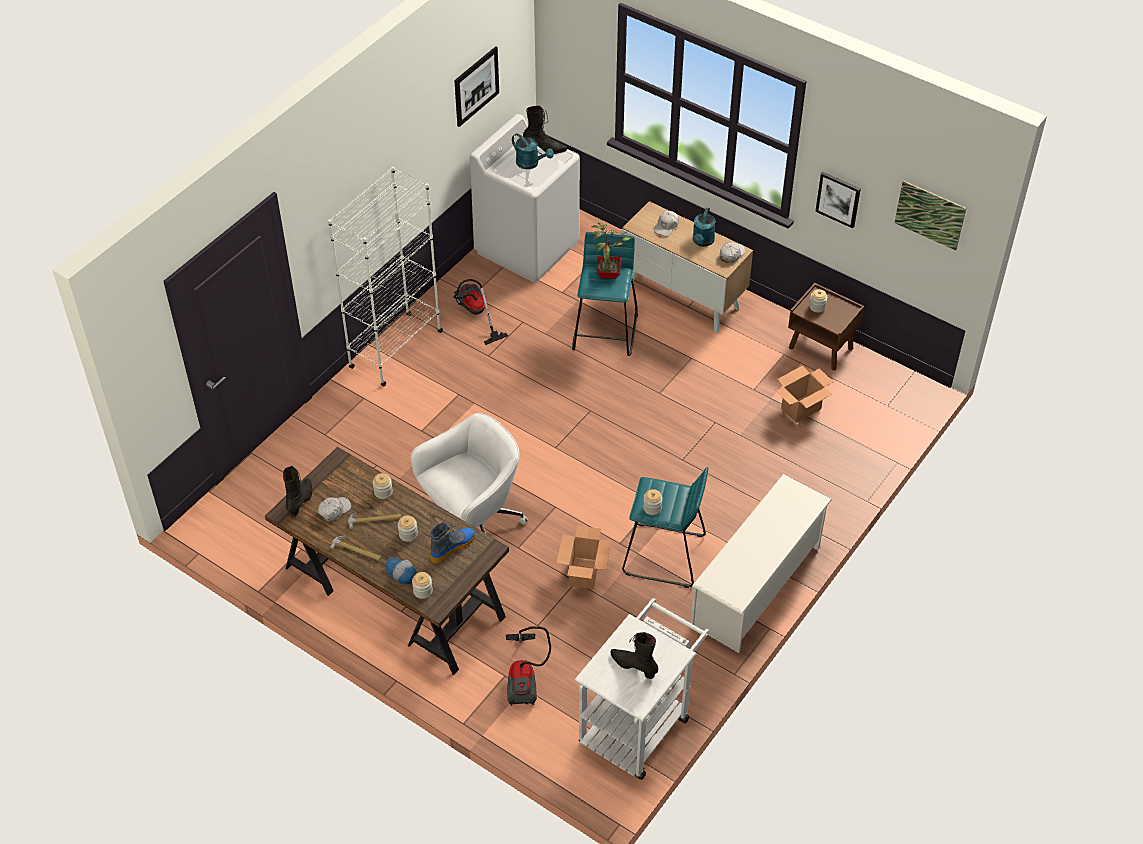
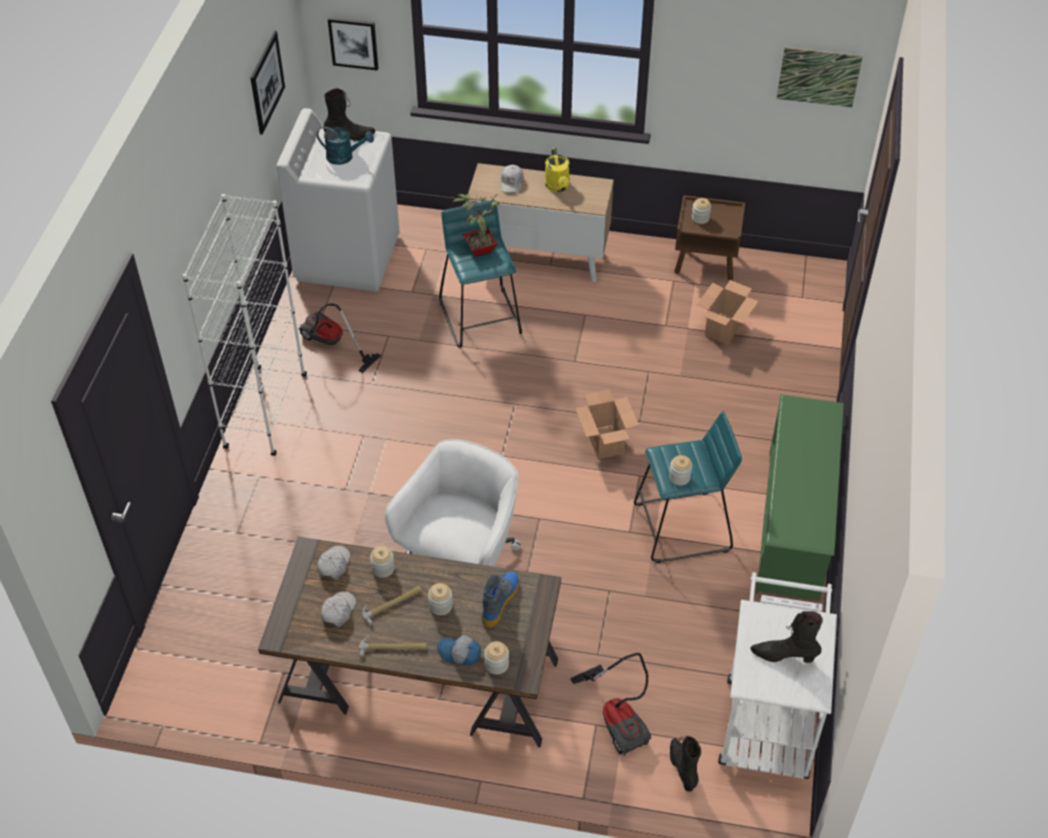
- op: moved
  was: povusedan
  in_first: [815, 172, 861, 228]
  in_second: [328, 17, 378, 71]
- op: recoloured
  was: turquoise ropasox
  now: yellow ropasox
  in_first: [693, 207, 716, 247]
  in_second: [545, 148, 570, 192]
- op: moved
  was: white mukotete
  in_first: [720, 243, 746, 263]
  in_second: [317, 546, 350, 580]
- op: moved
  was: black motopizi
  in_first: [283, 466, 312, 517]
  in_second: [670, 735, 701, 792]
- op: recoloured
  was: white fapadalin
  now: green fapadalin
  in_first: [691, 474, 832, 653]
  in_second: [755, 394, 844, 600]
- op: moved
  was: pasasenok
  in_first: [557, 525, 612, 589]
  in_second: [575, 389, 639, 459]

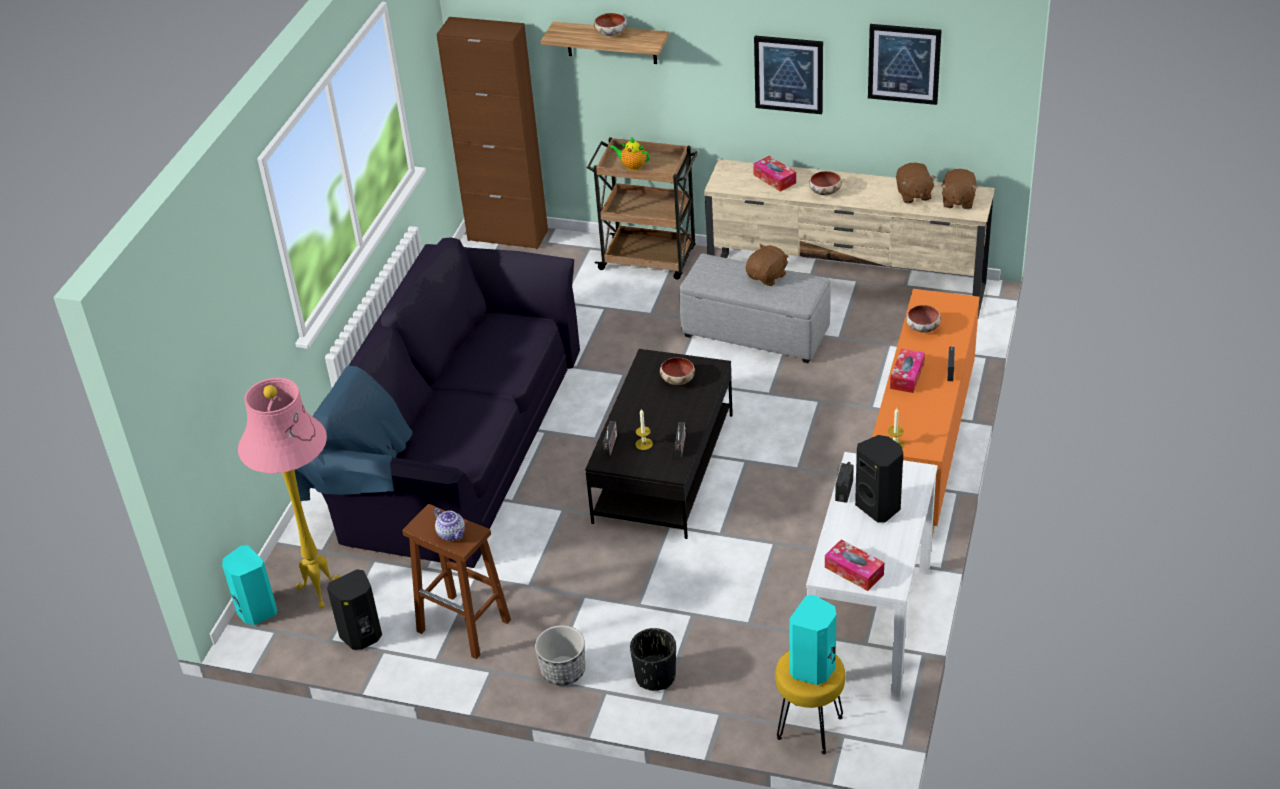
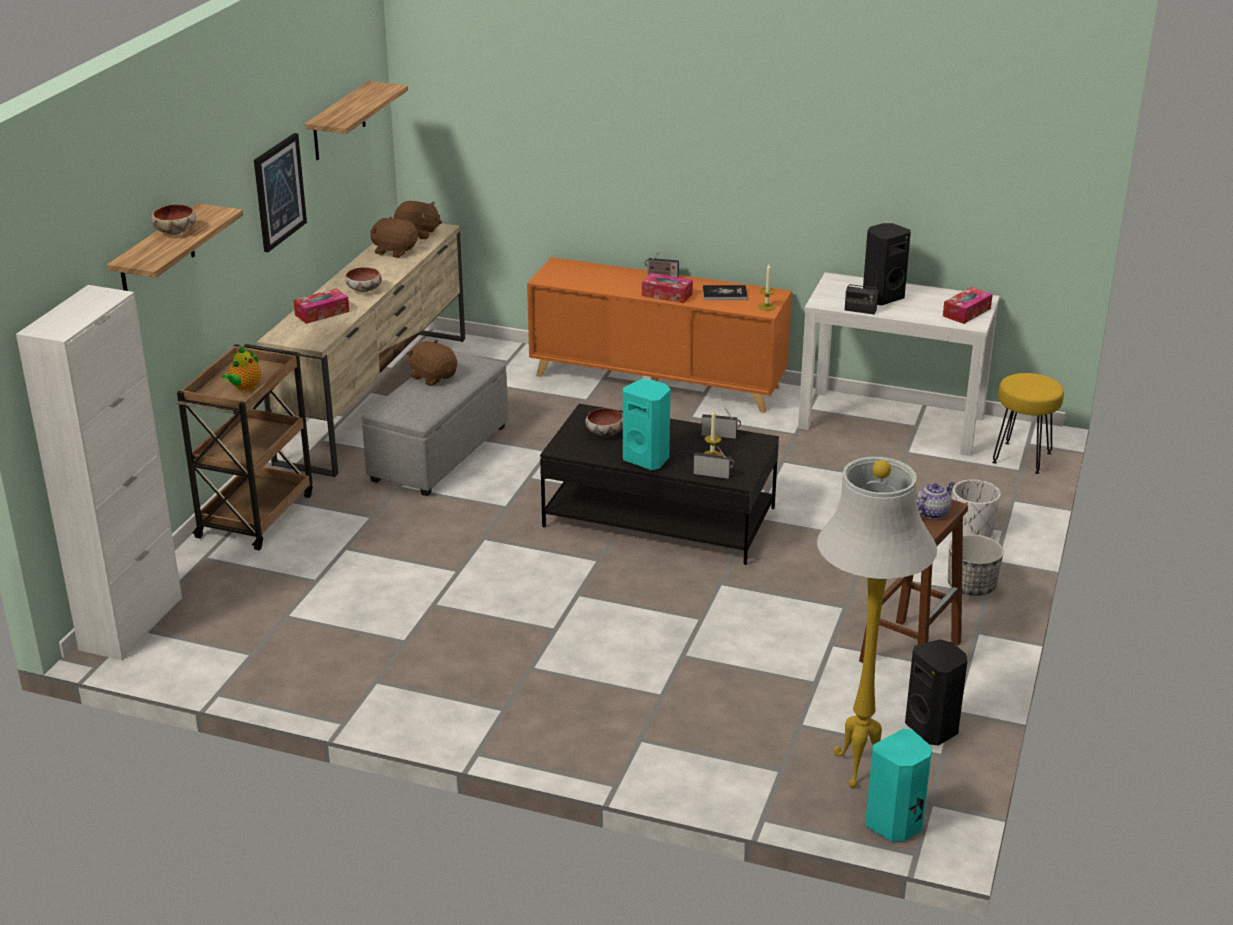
- op: recoloured
  was: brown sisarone
  now: white sisarone
  in_first: [436, 17, 548, 249]
  in_second: [16, 285, 182, 660]
- op: replaced
  was: povusedan
  now: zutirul
  in_first: [868, 24, 942, 105]
  in_second: [305, 81, 408, 160]
- op: turned
  was: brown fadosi
  in_first: [896, 163, 936, 203]
  in_second: [370, 216, 418, 258]
  clockwise: -150
- op: removed
  was: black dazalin
  in_first: [295, 237, 580, 568]
- op: removed
  was: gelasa
  in_first: [906, 305, 941, 333]
- op: recoloured
  was: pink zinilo
  now: white zinilo
  in_first: [238, 378, 340, 609]
  in_second: [817, 457, 937, 788]
- op: moved
  was: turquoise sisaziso
  in_first: [789, 595, 836, 685]
  in_second: [623, 379, 671, 470]
- op: recoloured
  was: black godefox
  now: white godefox
  in_first: [630, 628, 676, 691]
  in_second: [952, 479, 1001, 538]
- op: added
  now: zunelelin
  in_second: [703, 285, 748, 300]

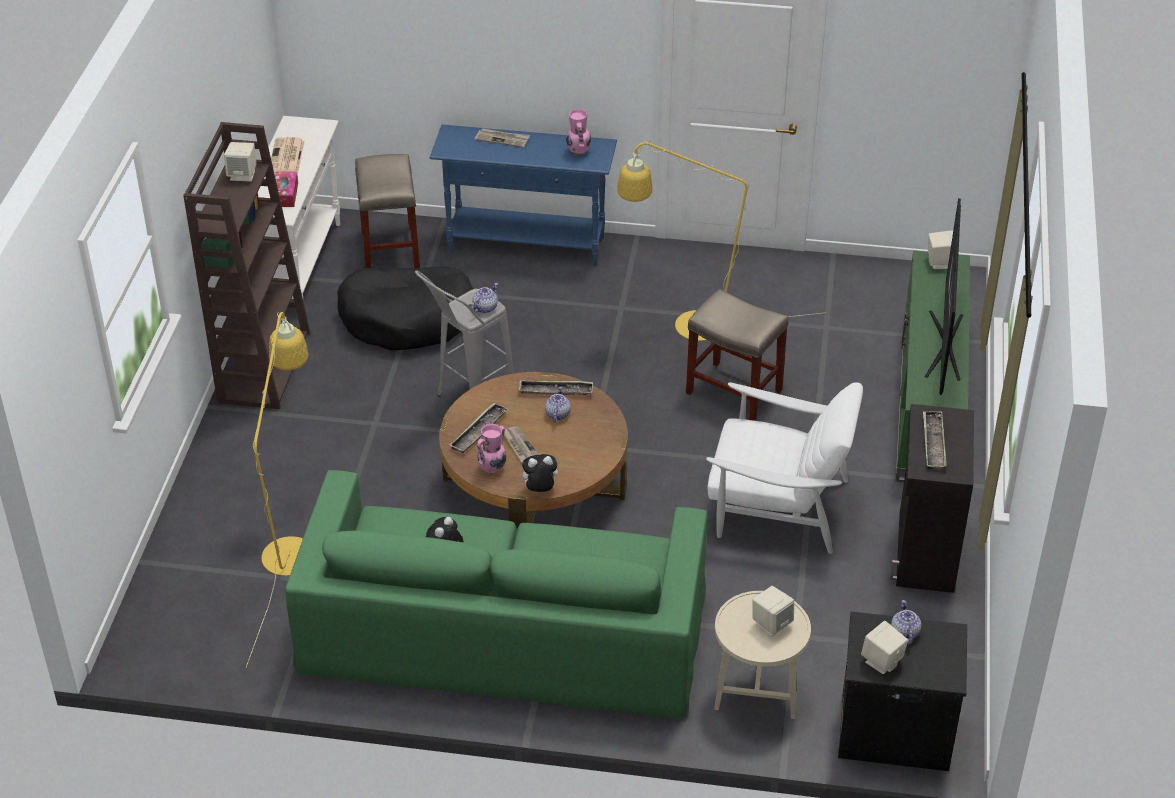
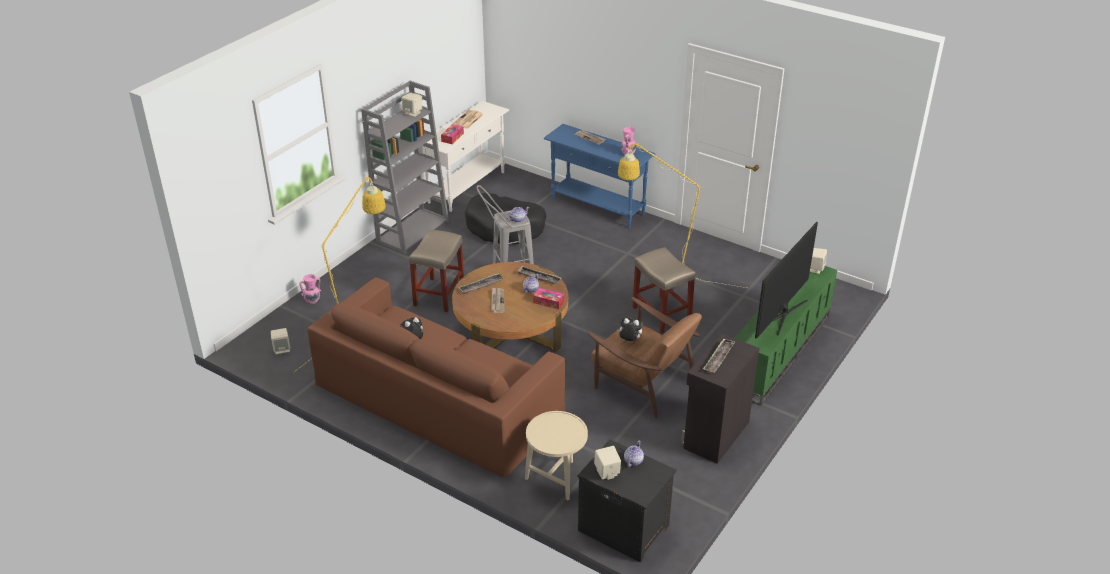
- op: recoloured
  was: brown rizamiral
  now: grey rizamiral
  in_first: [183, 122, 310, 409]
  in_second: [361, 81, 449, 253]
- op: moved
  was: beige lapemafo
  in_first: [355, 154, 420, 268]
  in_second: [409, 230, 464, 312]
- op: recoloured
  was: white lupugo
  now: brown lupugo
  in_first: [706, 382, 863, 554]
  in_second: [588, 297, 702, 418]
- op: moved
  was: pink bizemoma
  in_first: [477, 423, 506, 474]
  in_second: [299, 274, 321, 304]
- op: moved
  was: fadosi
  in_first: [518, 454, 558, 492]
  in_second: [617, 318, 643, 342]
- op: recoloured
  was: green dazalin
  now: brown dazalin
  in_first: [285, 470, 708, 719]
  in_second: [307, 277, 566, 478]
- op: moved
  was: beige sisaziso
  in_first: [753, 586, 794, 637]
  in_second: [271, 328, 291, 354]
- op: added
  now: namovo
  in_second: [533, 288, 564, 310]

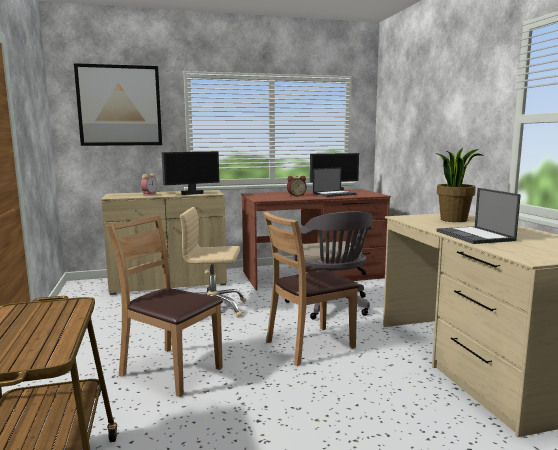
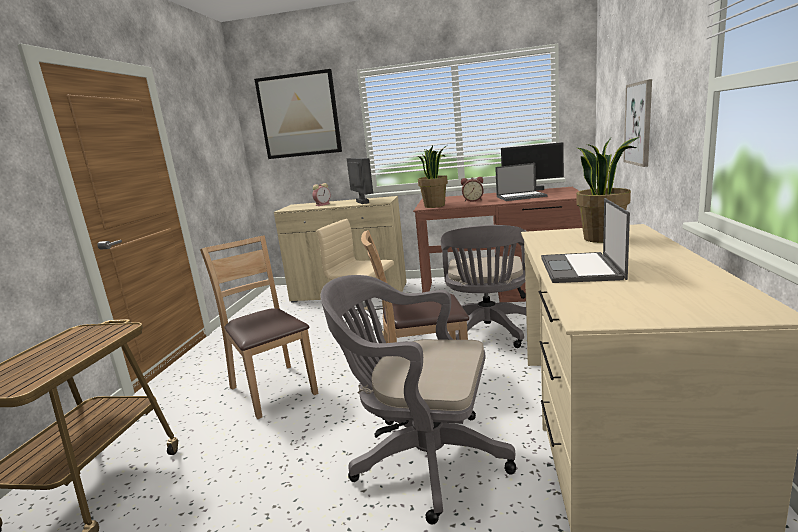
- op: turned
  was: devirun
  in_first: [162, 151, 219, 195]
  in_second: [347, 158, 373, 204]
  clockwise: -105
- op: added
  now: povusedan
  in_second: [623, 79, 652, 167]
- op: added
  now: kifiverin
  in_second: [418, 146, 448, 208]
- op: added
  now: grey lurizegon
  in_second: [320, 275, 516, 525]

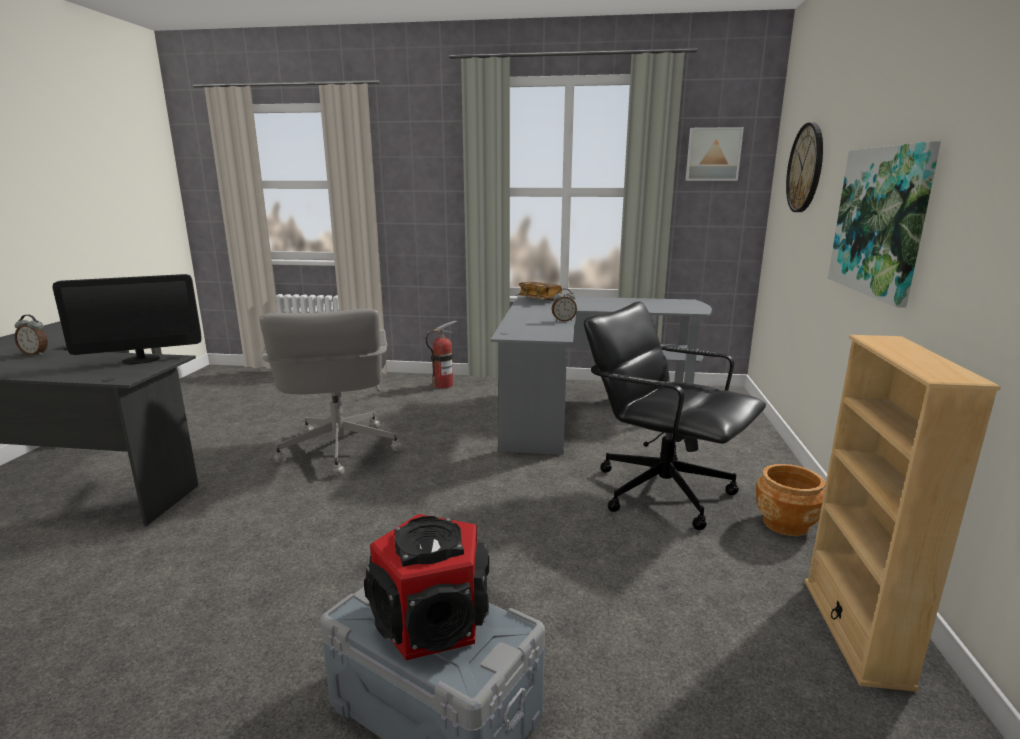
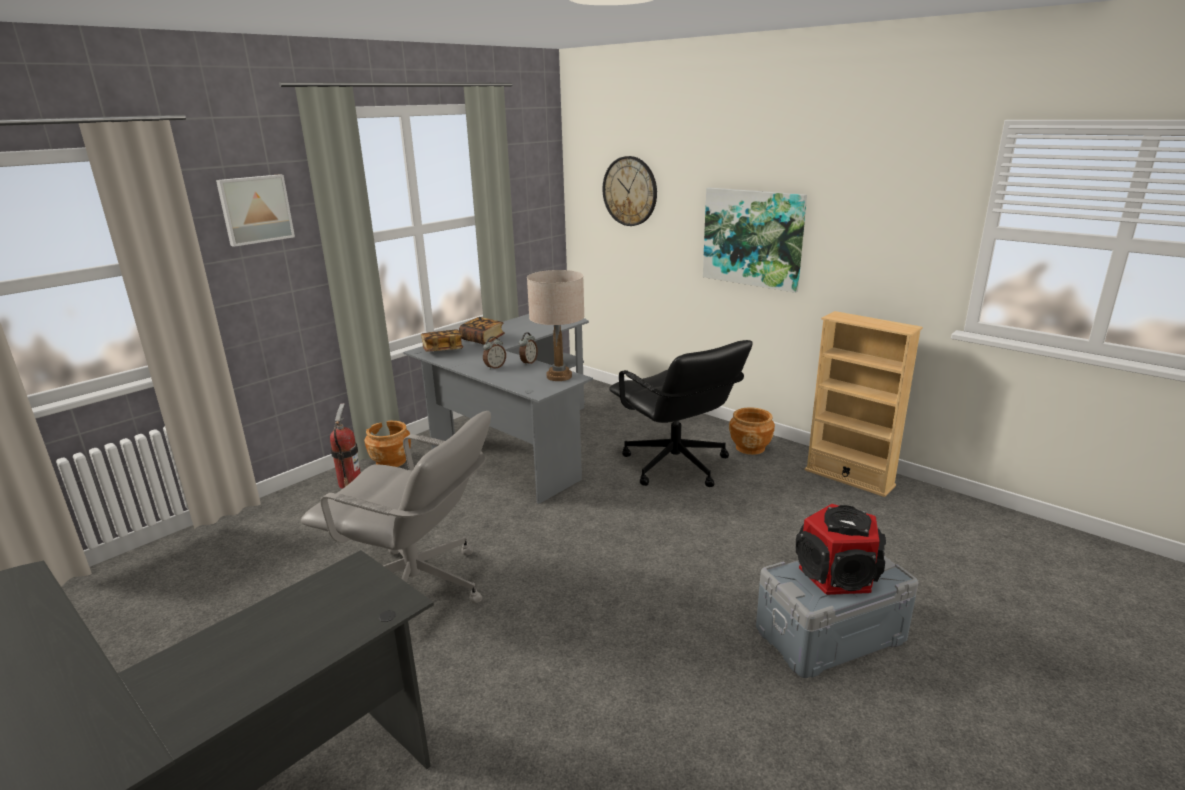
- op: moved
  was: povusedan
  in_first: [686, 127, 744, 181]
  in_second: [216, 174, 295, 247]
- op: removed
  was: devirun
  in_first: [52, 274, 202, 365]
- op: turned
  was: black lurizegon
  in_first: [584, 301, 766, 530]
  in_second: [609, 340, 753, 487]
  clockwise: -105
- op: moved
  was: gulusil
  in_first: [15, 315, 48, 355]
  in_second: [483, 337, 506, 370]
- op: added
  now: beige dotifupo
  in_second: [527, 270, 584, 381]
- op: added
  now: zunelelin
  in_second: [459, 317, 505, 345]
- op: added
  now: brown godefox
  in_second: [364, 421, 411, 467]

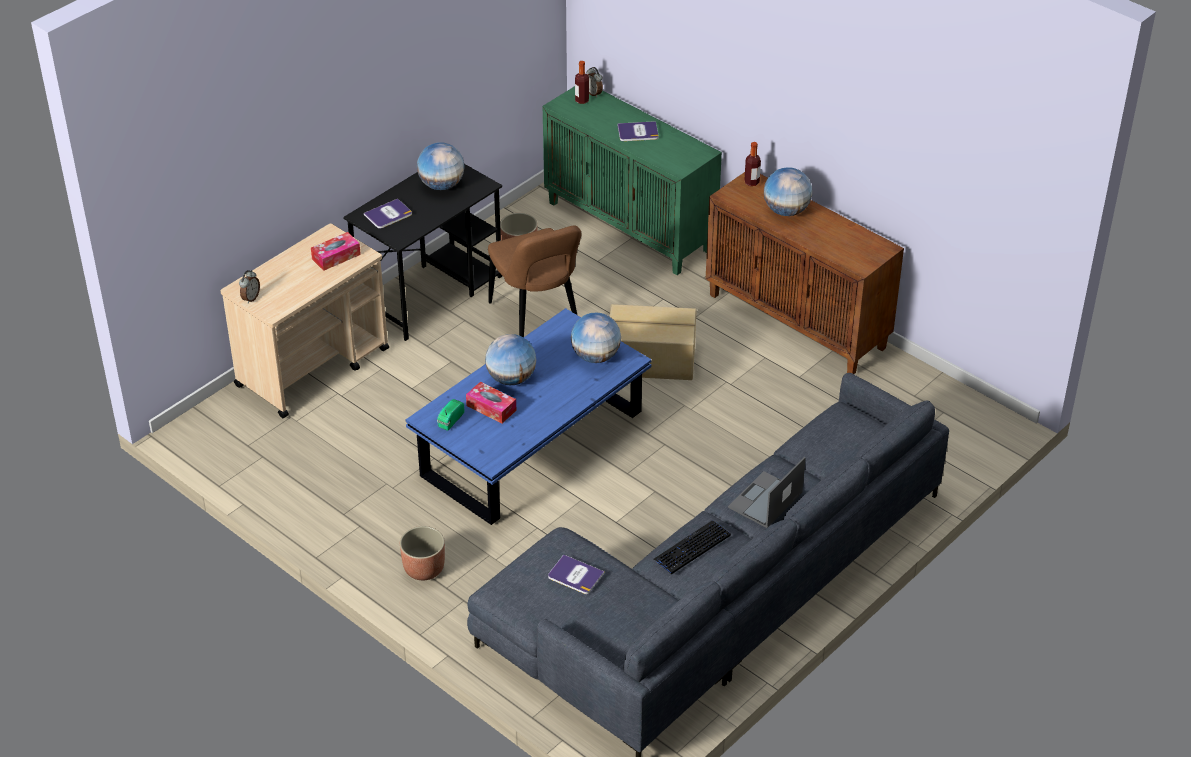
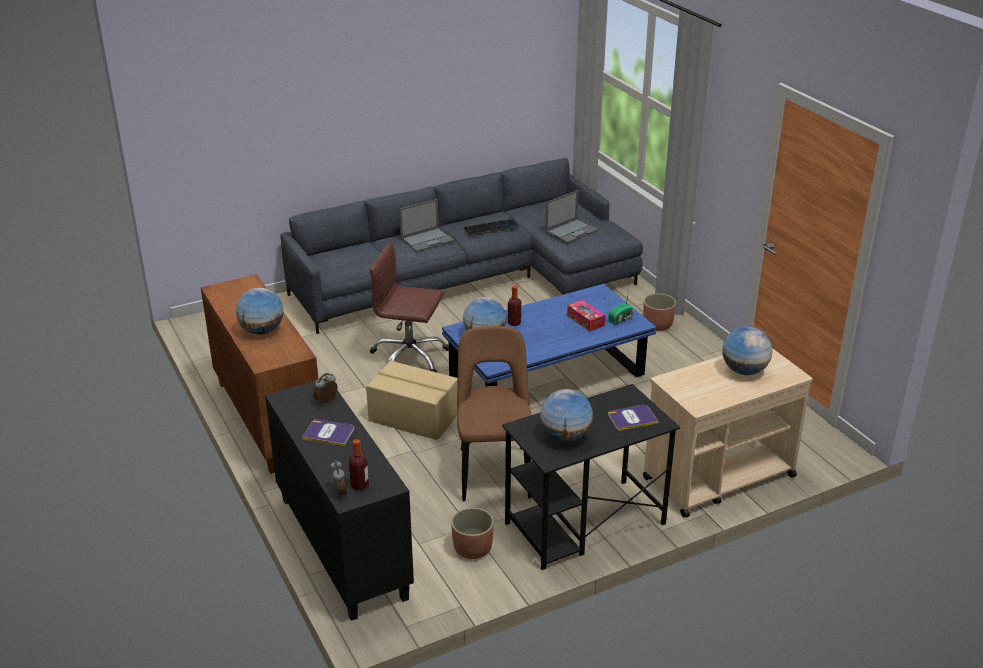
- op: recoloured
  was: green sisarone
  now: black sisarone
  in_first: [543, 86, 722, 275]
  in_second: [265, 378, 414, 621]
- op: moved
  was: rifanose
  in_first: [744, 142, 761, 186]
  in_second: [508, 286, 521, 326]
- op: removed
  was: namovo
  in_first: [311, 232, 361, 271]
- op: moved
  was: gulusil
  in_first: [239, 270, 260, 304]
  in_second: [313, 373, 338, 404]
- op: moved
  was: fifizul
  in_first: [485, 334, 536, 385]
  in_second: [722, 326, 772, 375]
- op: replaced
  was: zunelelin
  now: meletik
  in_first: [548, 554, 604, 594]
  in_second: [545, 190, 598, 243]
- op: added
  now: brown lurizegon
  in_second: [370, 242, 449, 373]

